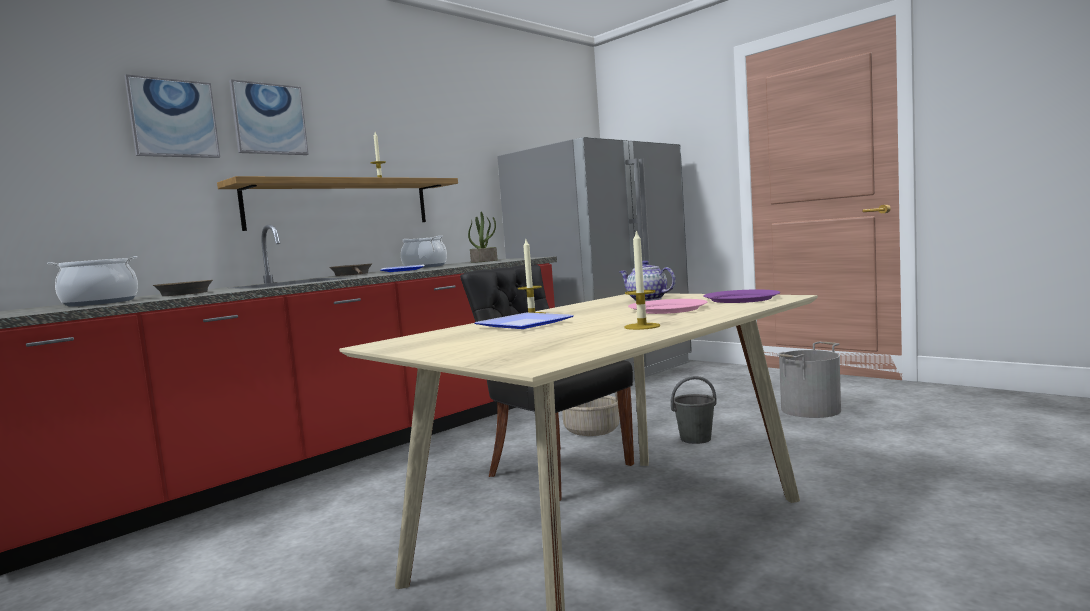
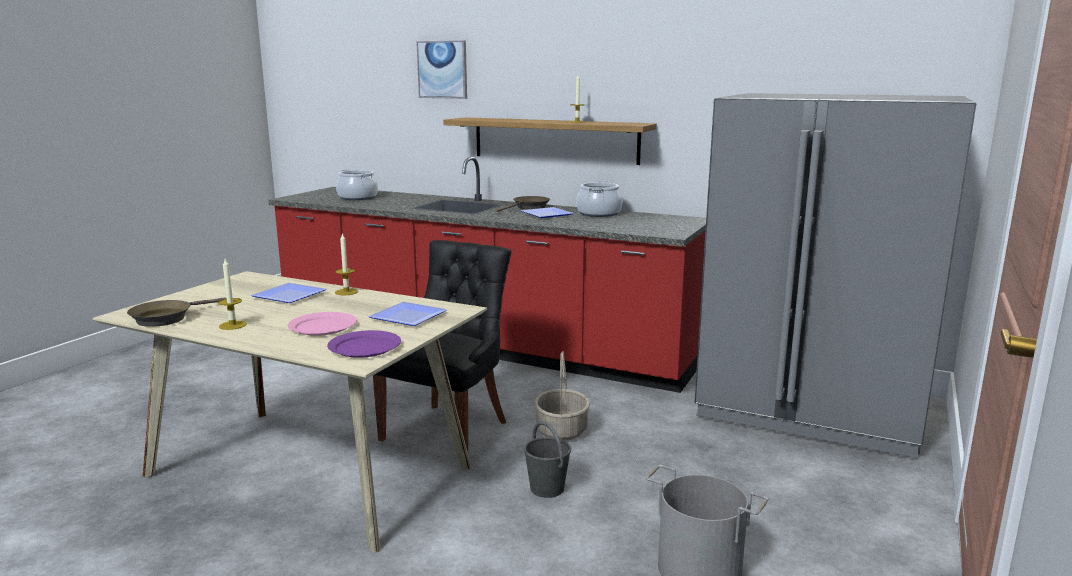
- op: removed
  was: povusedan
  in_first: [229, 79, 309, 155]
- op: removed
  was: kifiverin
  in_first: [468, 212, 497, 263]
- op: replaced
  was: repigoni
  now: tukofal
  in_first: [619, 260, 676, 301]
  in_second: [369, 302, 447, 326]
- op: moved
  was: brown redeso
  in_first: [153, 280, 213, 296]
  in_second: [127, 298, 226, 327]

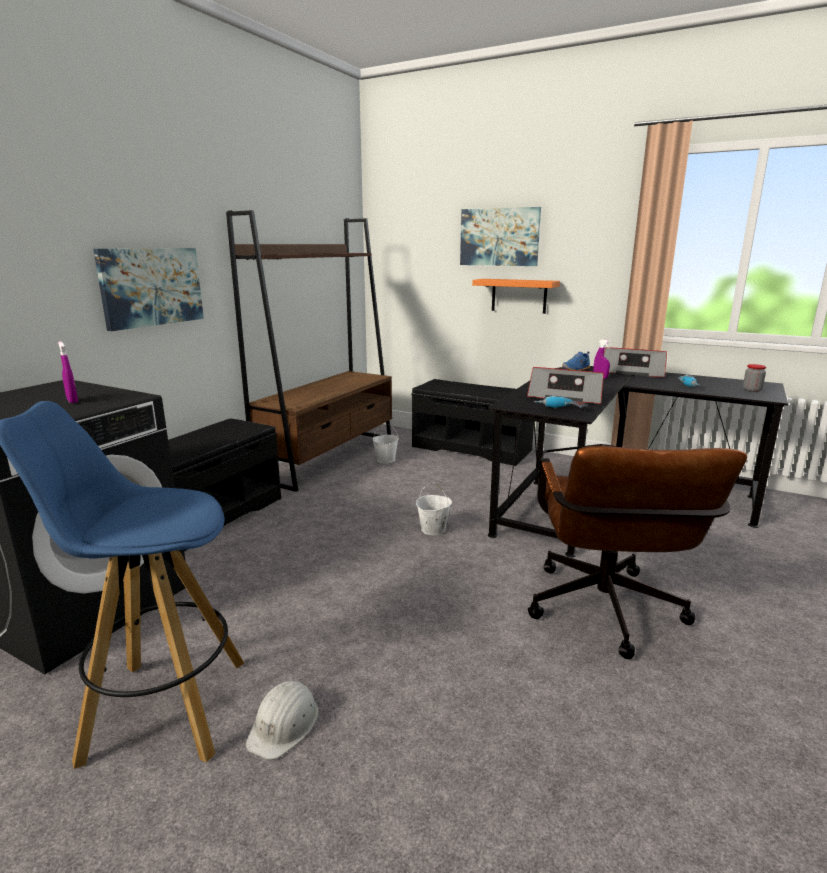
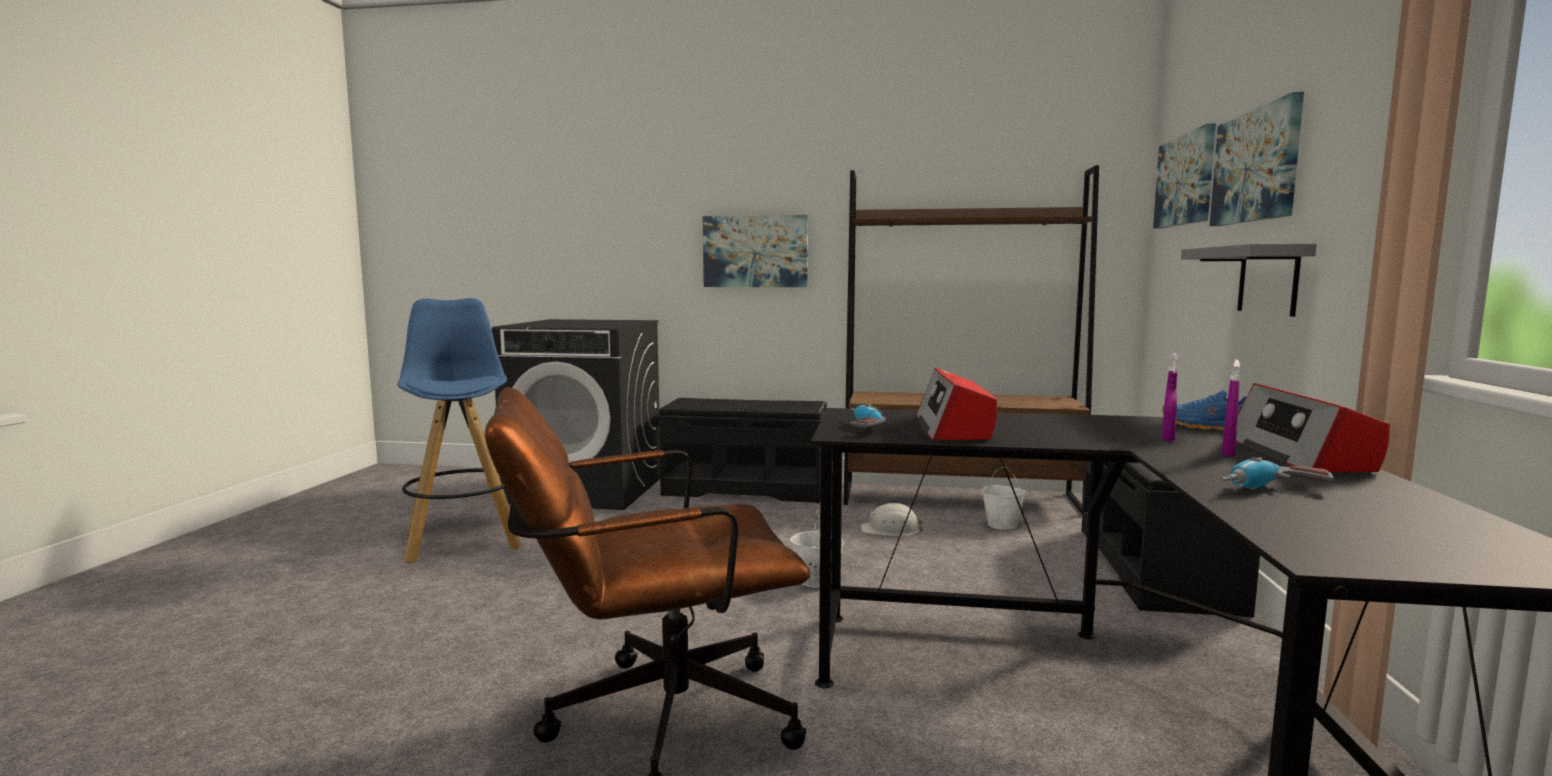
- op: recoloured
  was: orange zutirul
  now: grey zutirul
  in_first: [472, 279, 560, 314]
  in_second: [1181, 243, 1317, 317]
- op: moved
  was: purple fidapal
  in_first: [58, 341, 78, 403]
  in_second: [1222, 360, 1240, 457]
- op: removed
  was: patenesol
  in_first: [743, 364, 766, 392]
- op: moved
  was: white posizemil
  in_first: [245, 681, 319, 760]
  in_second: [860, 503, 923, 536]
- op: added
  now: povusedan
  in_second: [1153, 123, 1216, 229]

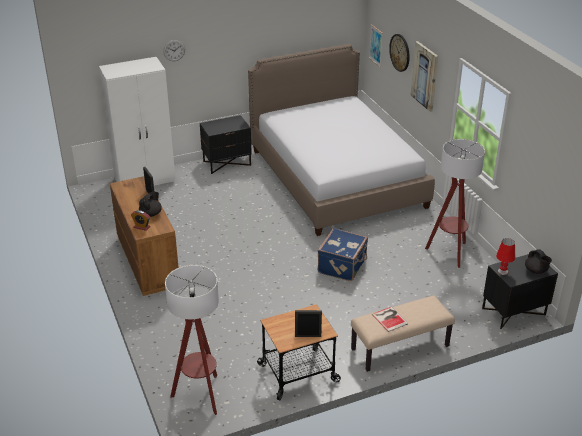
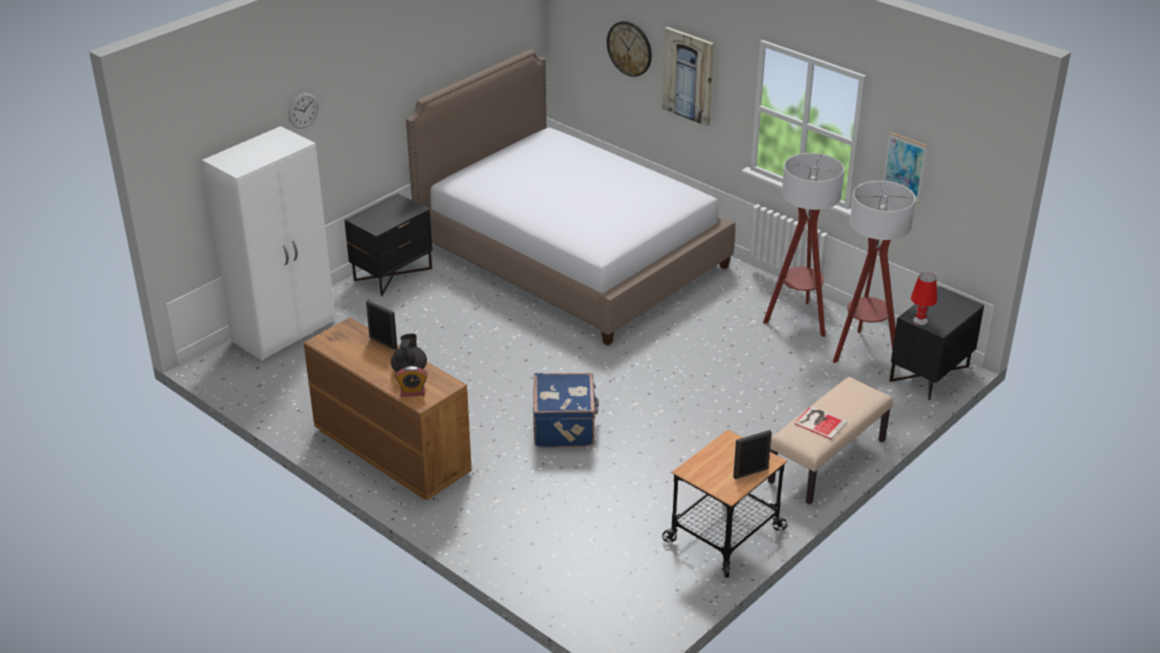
- op: moved
  was: povusedan
  in_first: [369, 24, 383, 67]
  in_second: [883, 132, 927, 203]
- op: moved
  was: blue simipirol
  in_first: [318, 228, 368, 281]
  in_second: [533, 373, 599, 448]
- op: removed
  was: black repigoni
  in_first: [525, 249, 552, 274]
- op: moved
  was: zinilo
  in_first: [165, 265, 219, 415]
  in_second: [833, 181, 916, 363]

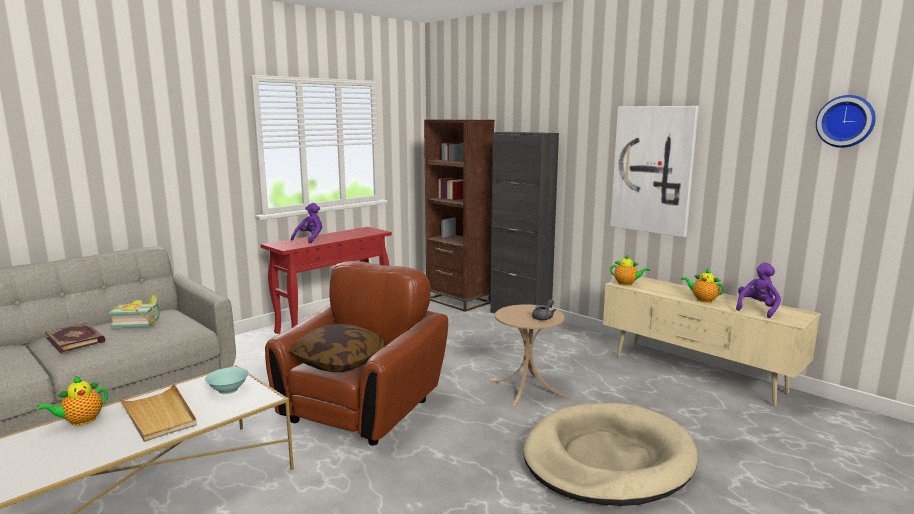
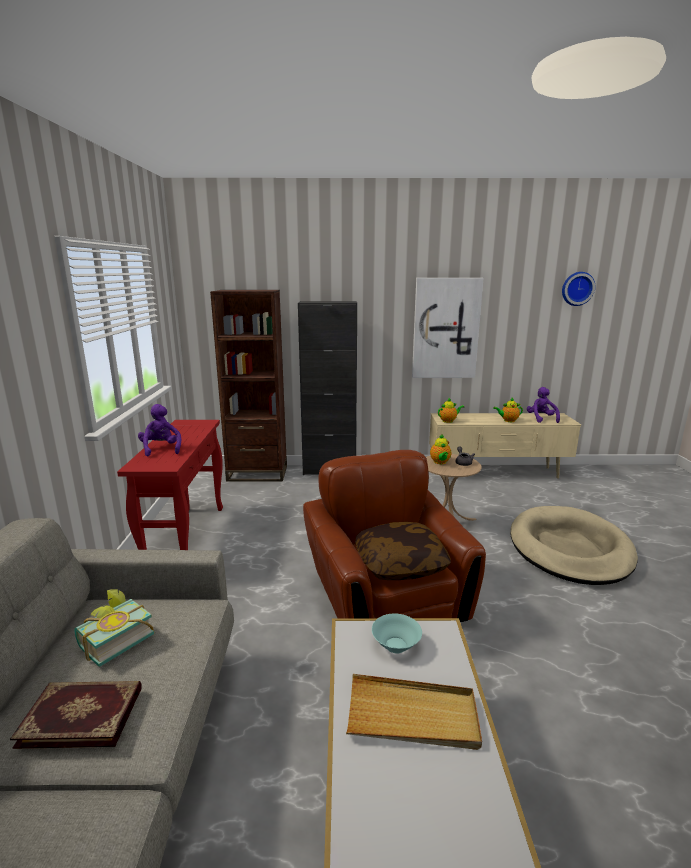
- op: moved
  was: repigoni
  in_first: [36, 376, 108, 426]
  in_second: [430, 434, 451, 464]

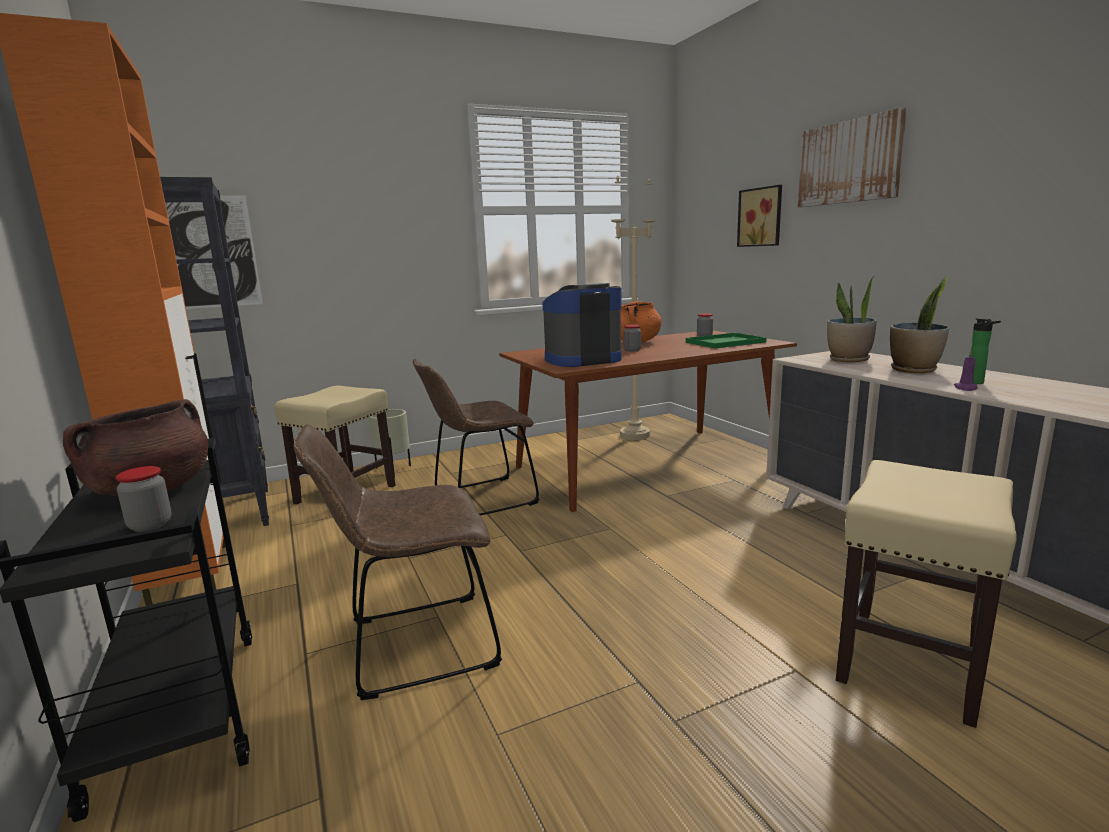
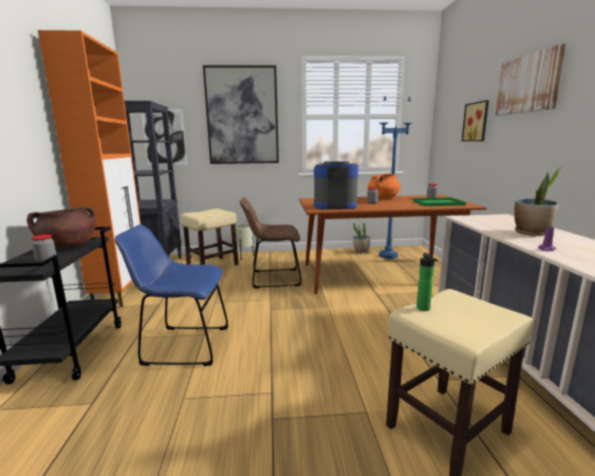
- op: recoloured
  was: beige zinilo
  now: blue zinilo
  in_first: [611, 176, 656, 440]
  in_second: [379, 96, 412, 259]
- op: moved
  was: kifiverin
  in_first: [827, 276, 877, 362]
  in_second: [353, 223, 370, 253]
- op: moved
  was: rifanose
  in_first: [971, 318, 1001, 384]
  in_second: [416, 253, 438, 311]
- op: recoloured
  was: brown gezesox
  now: blue gezesox
  in_first: [294, 425, 502, 700]
  in_second: [115, 224, 228, 366]
- op: added
  now: povusedan
  in_second: [203, 65, 279, 164]

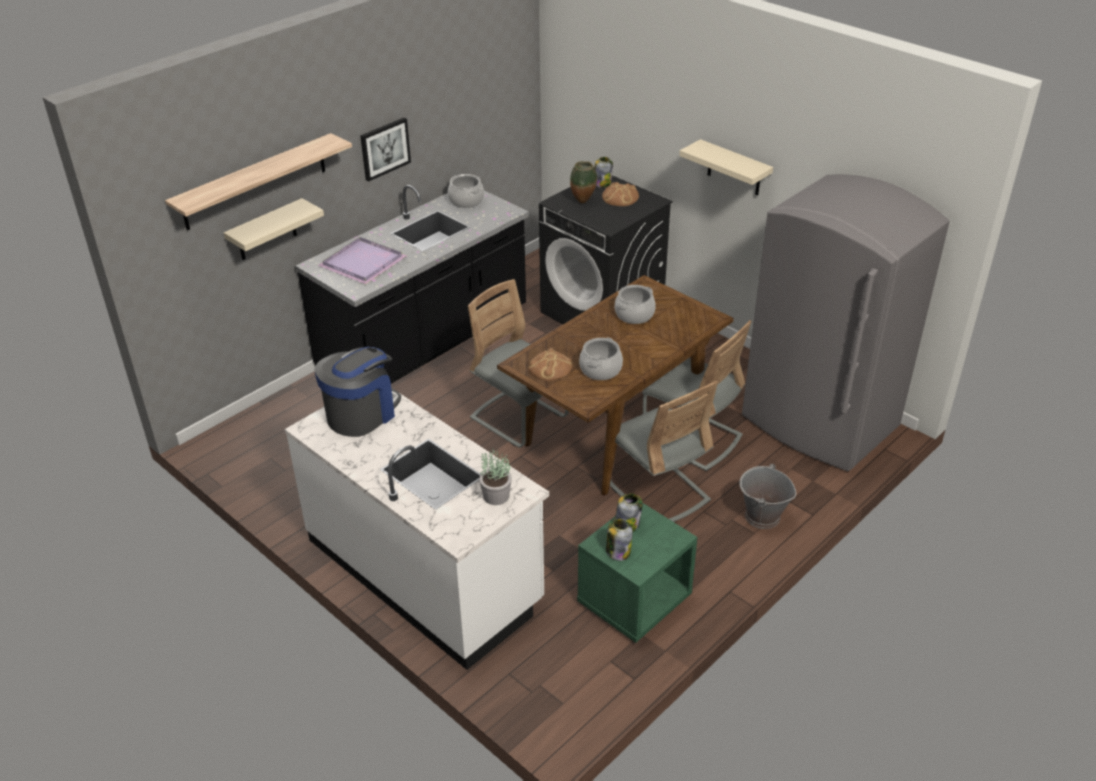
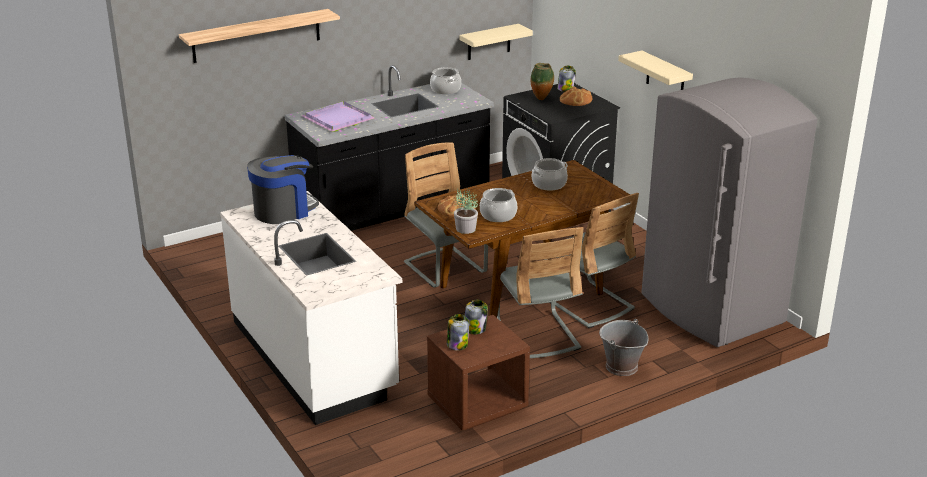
- op: removed
  was: povusedan
  in_first: [360, 118, 411, 182]
- op: moved
  was: beige zutirul
  in_first: [224, 198, 324, 260]
  in_second: [459, 24, 533, 60]
- op: moved
  was: kifiverin
  in_first: [479, 448, 512, 505]
  in_second: [454, 189, 478, 234]
- op: recoloured
  was: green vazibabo
  now: brown vazibabo
  in_first: [577, 503, 697, 643]
  in_second: [427, 315, 530, 430]

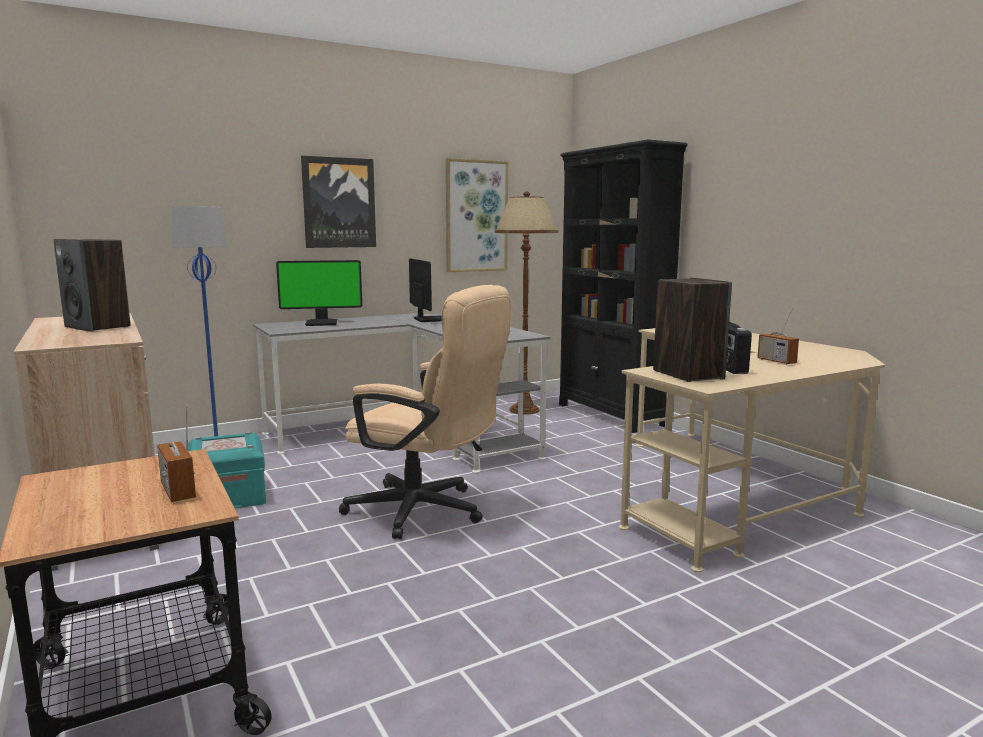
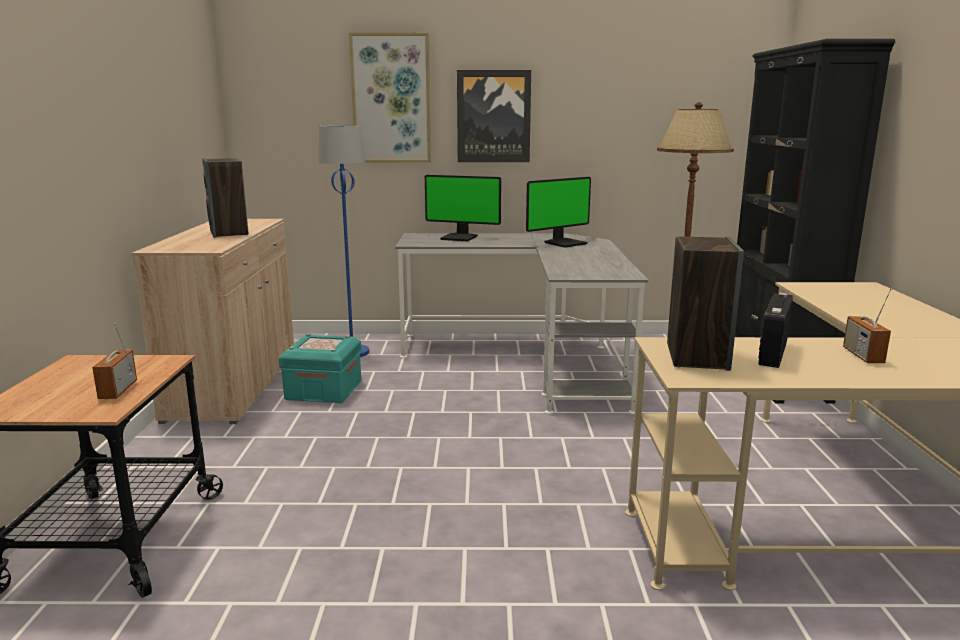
- op: moved
  was: povusedan
  in_first: [446, 158, 508, 272]
  in_second: [349, 32, 431, 162]
- op: turned
  was: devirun
  in_first: [409, 258, 442, 322]
  in_second: [526, 177, 591, 248]
  clockwise: 45
- op: removed
  was: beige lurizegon
  in_first: [339, 285, 511, 539]

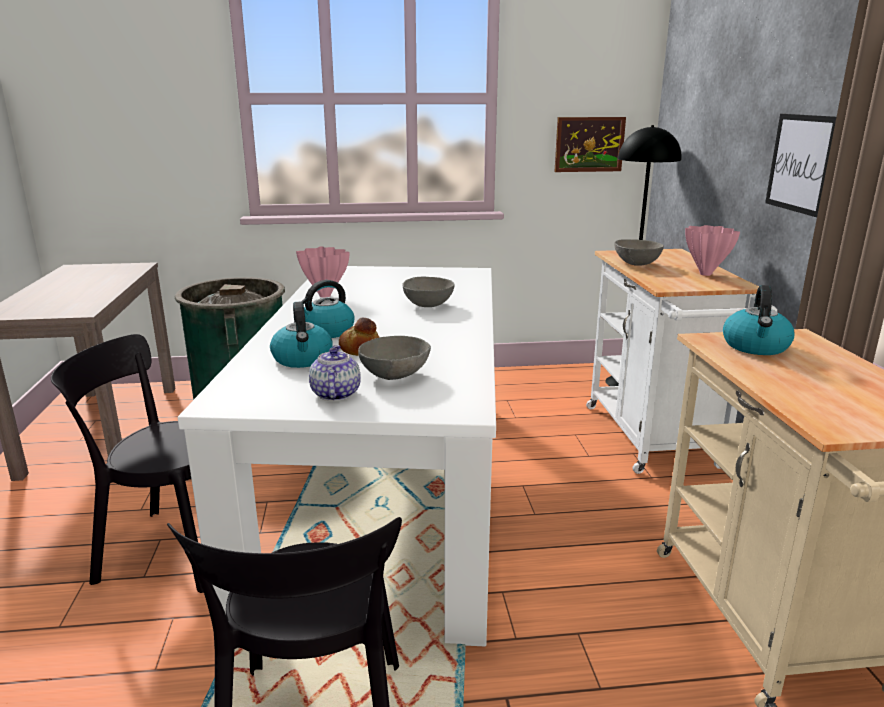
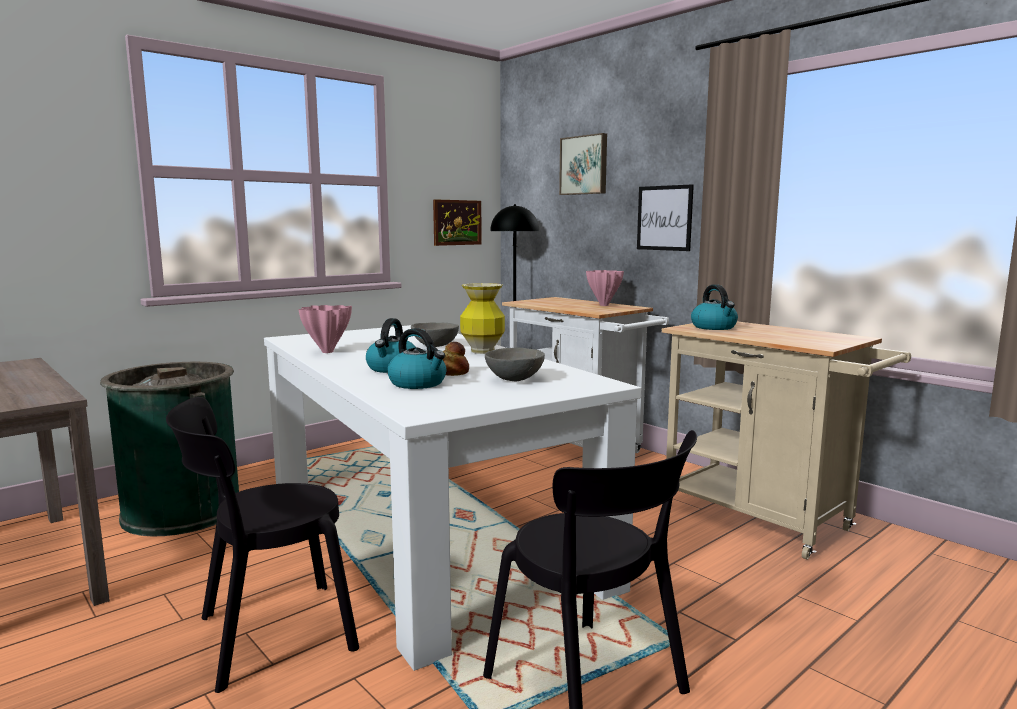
- op: removed
  was: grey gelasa
  in_first: [614, 239, 664, 266]
- op: removed
  was: repigoni
  in_first: [309, 345, 361, 401]
- op: added
  now: povusedan
  in_second: [559, 133, 607, 195]
- op: added
  now: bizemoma
  in_second: [460, 283, 505, 354]

